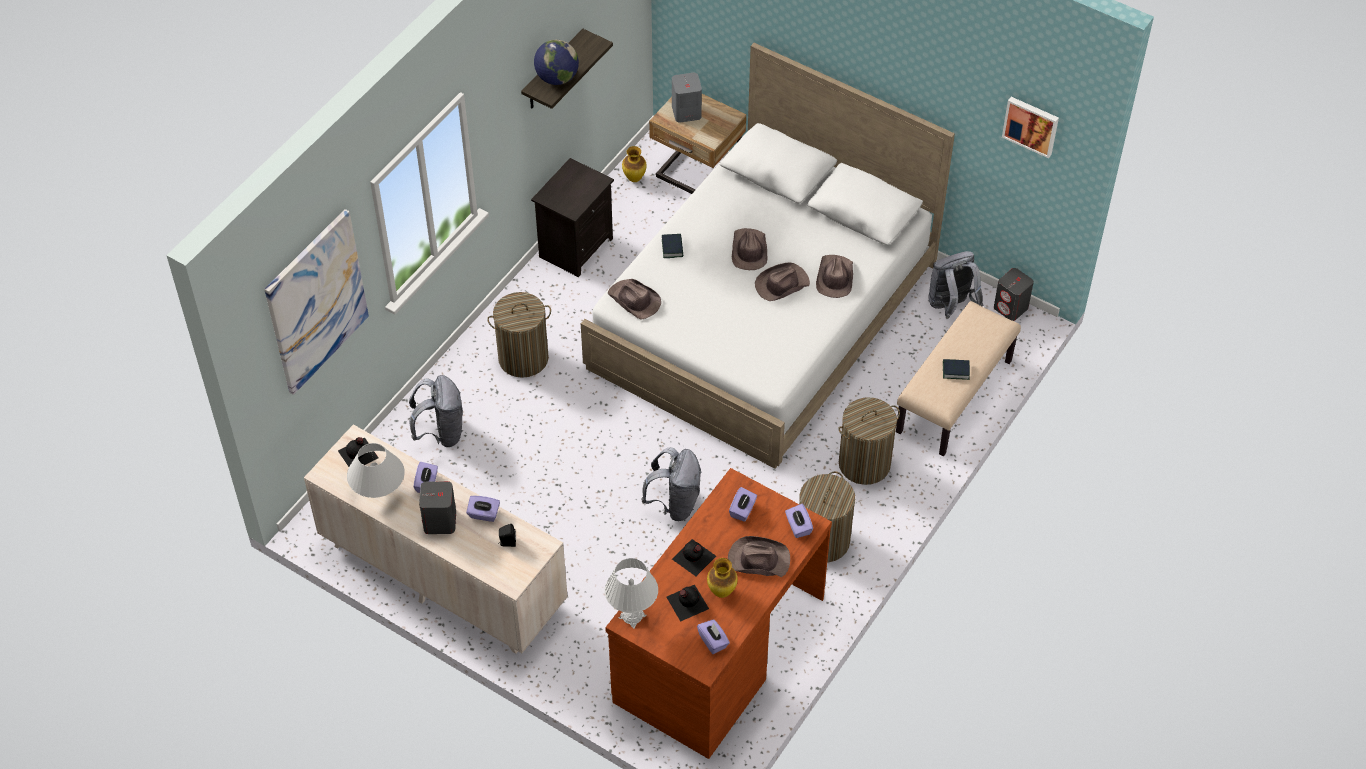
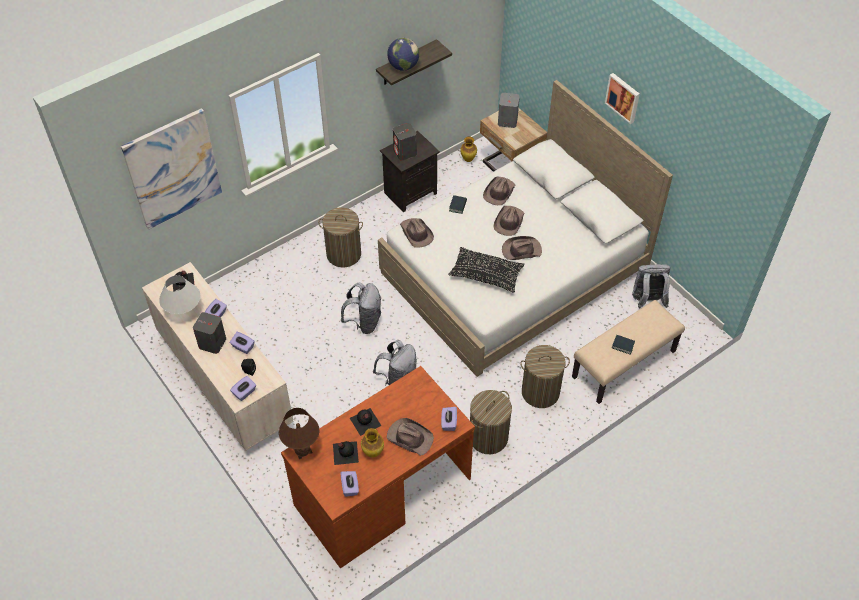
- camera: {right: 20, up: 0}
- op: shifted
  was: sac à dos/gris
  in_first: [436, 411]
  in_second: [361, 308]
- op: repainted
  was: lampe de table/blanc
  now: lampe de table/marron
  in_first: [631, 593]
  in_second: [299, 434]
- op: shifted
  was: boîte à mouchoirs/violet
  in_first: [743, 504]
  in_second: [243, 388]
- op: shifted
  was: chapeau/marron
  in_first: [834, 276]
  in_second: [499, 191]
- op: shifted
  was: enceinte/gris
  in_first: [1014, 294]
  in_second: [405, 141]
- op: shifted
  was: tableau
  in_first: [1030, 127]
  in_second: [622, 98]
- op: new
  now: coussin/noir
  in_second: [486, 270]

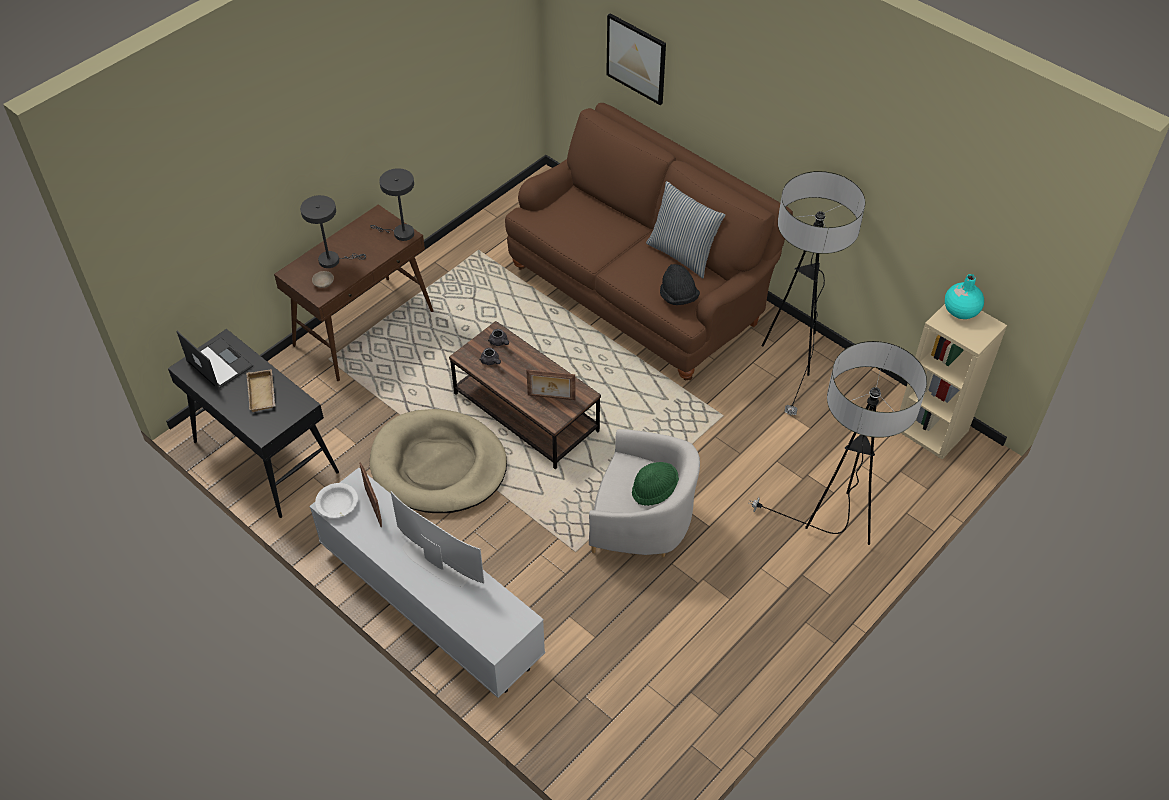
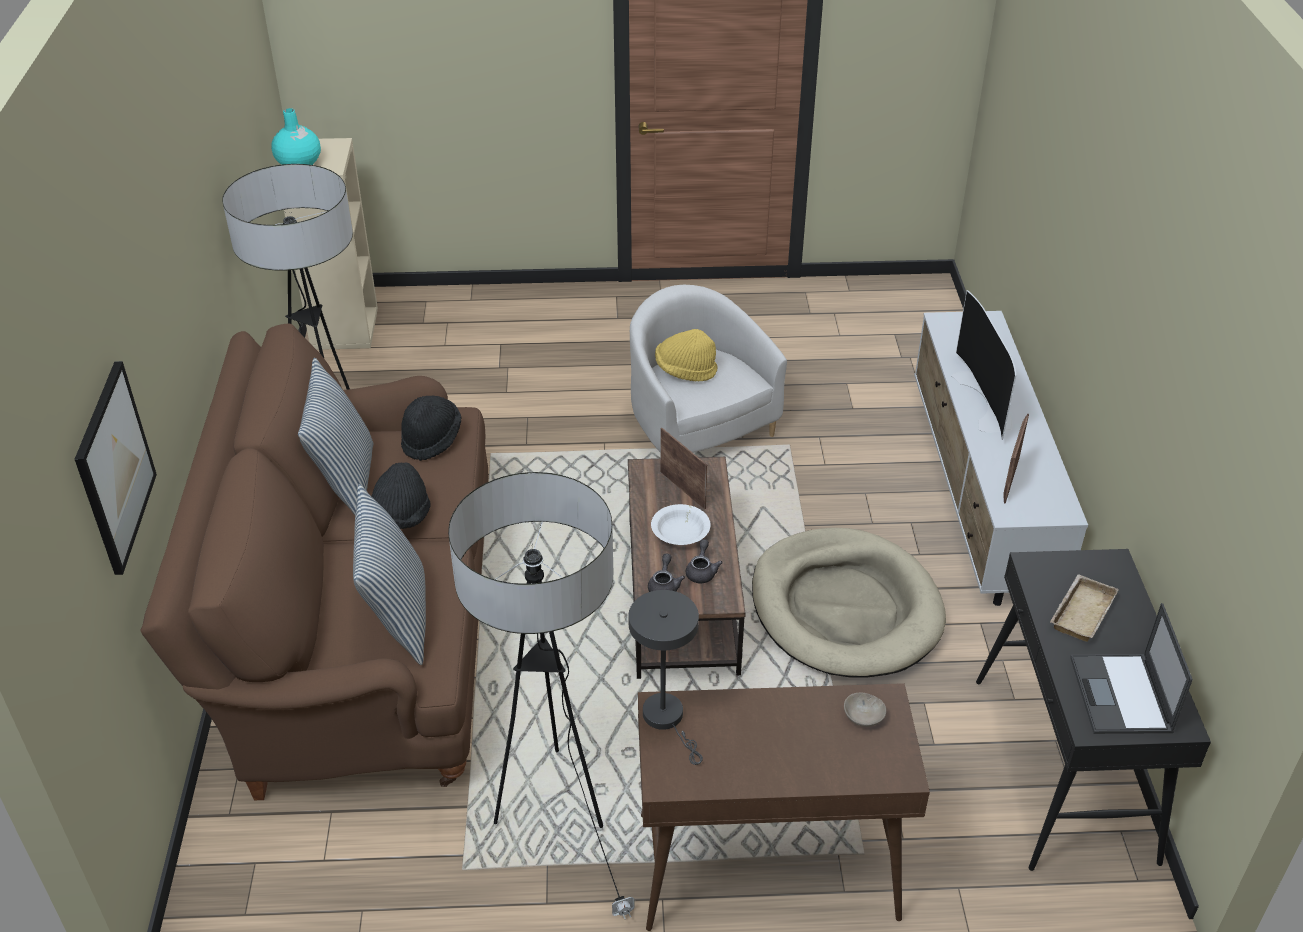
- camera: {right: -135, up: -10}
- op: gone
  was: lampe de table/gris
  in_first: [333, 231]
- op: shifted
  was: bol/blanc
  in_first: [336, 500]
  in_second: [681, 524]
- op: repainted
  was: chapeau/vert
  now: chapeau/jaune
  in_first: [655, 484]
  in_second: [686, 355]
- op: shifted
  was: lampadaire
  in_first: [838, 443]
  in_second: [541, 695]
- op: new
  now: coussin
  in_second: [389, 574]
- op: new
  now: chapeau/noir
  in_second: [400, 495]

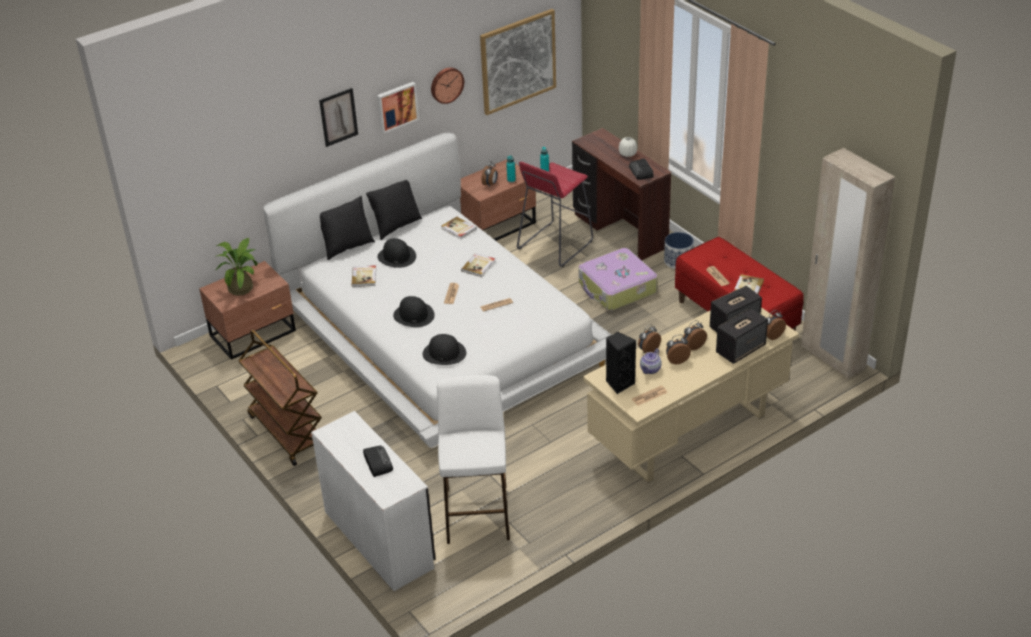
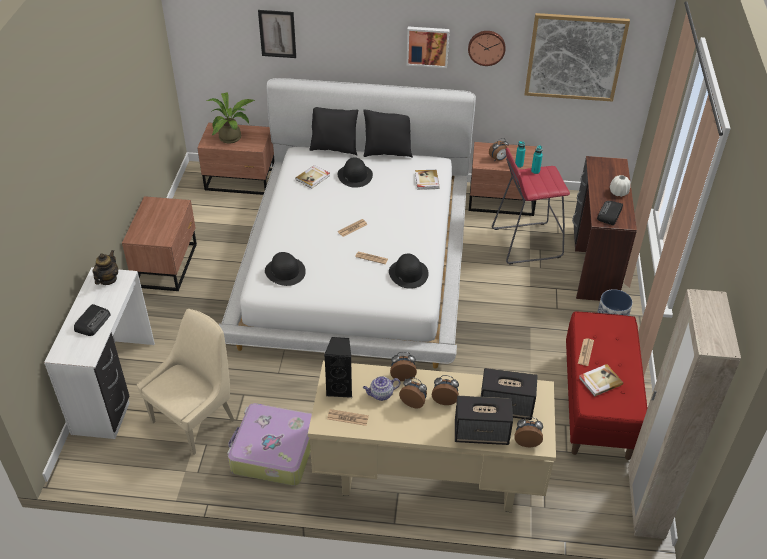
- camera: {right: 40, up: 5}
- op: swapped
  was: chariot/marron
  now: table de chevet/marron
  in_first: [280, 397]
  in_second: [159, 243]
- op: shifted
  was: tableau
  in_first: [338, 117]
  in_second: [277, 34]
- op: shifted
  was: chapeau/noir
  in_first: [414, 311]
  in_second: [409, 271]
- op: swapped
  was: tabouret/blanc
  now: chaise/beige
  in_first: [473, 459]
  in_second: [186, 382]
- op: gone
  was: livre
  in_first: [478, 265]
- op: shifted
  was: valise
  in_first: [618, 279]
  in_second: [269, 444]
- op: new
  now: théière
  in_second: [105, 267]

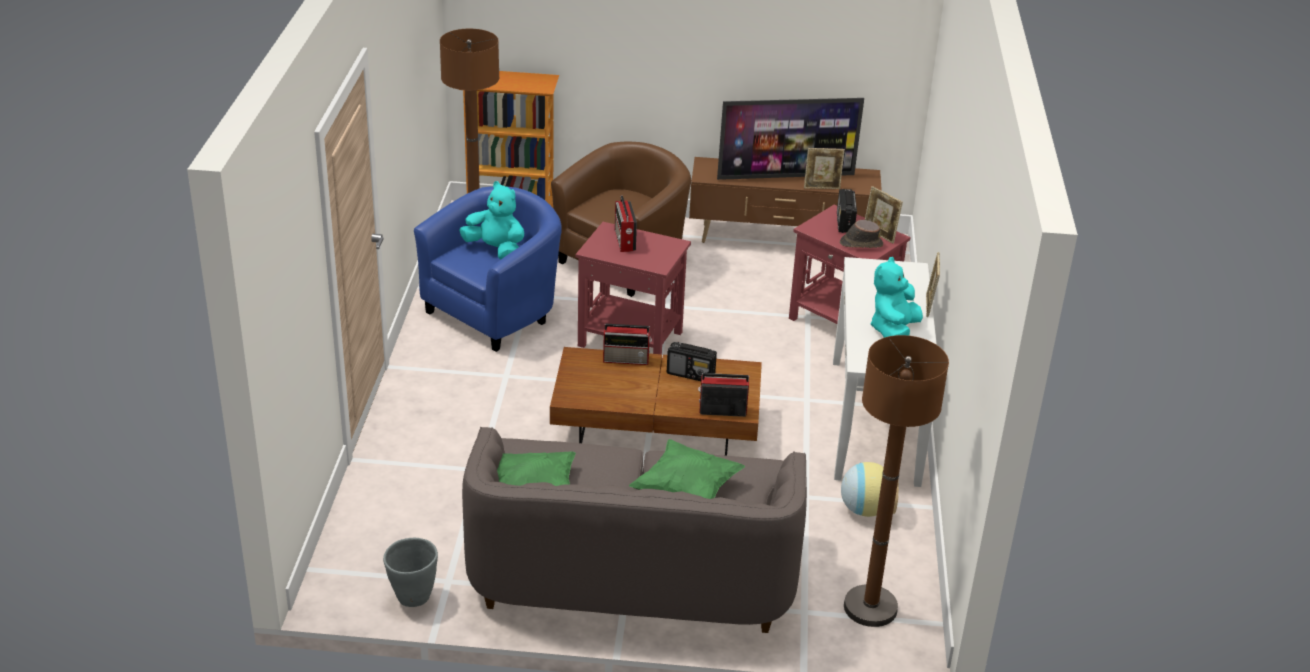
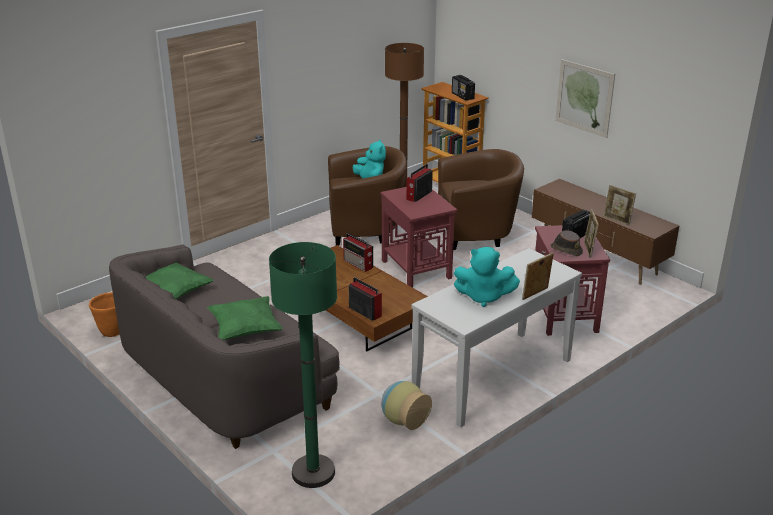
- camera: {right: 45, up: -5}
- op: repainted
  was: cache-pot/gris
  now: cache-pot/orange
  in_first: [410, 572]
  in_second: [104, 314]
- op: repainted
  was: fauteuil/bleu
  now: fauteuil/marron
  in_first: [488, 269]
  in_second: [367, 196]
- op: shifted
  was: radio
  in_first: [692, 361]
  in_second: [463, 88]
- op: gone
  was: téléviseur
  in_first: [790, 139]
- op: repainted
  was: lampadaire/marron
  now: lampadaire/vert
  in_first: [896, 481]
  in_second: [303, 365]
- op: rotated
  was: peluche/turquoise
  in_first: [897, 297]
  in_second: [487, 277]
  clockwise: -150
- op: new
  now: tableau
  in_second: [585, 98]

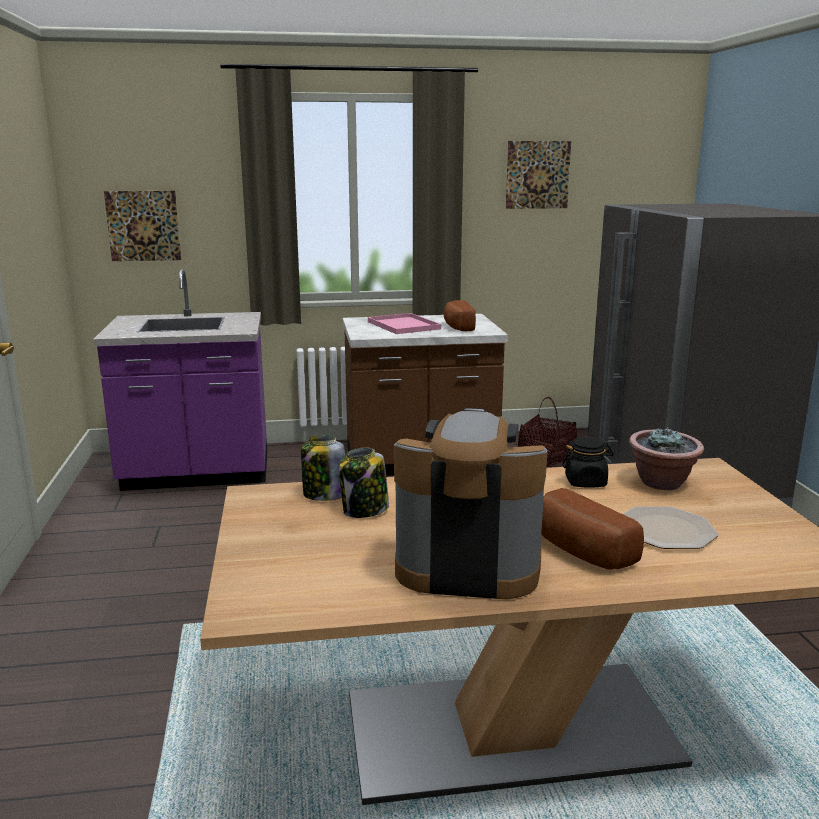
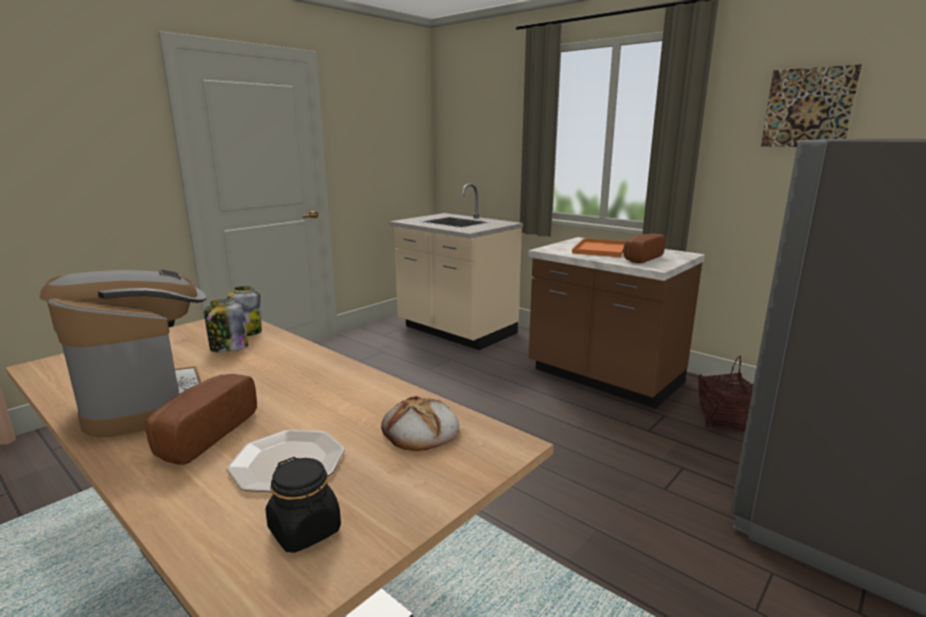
- camera: {right: 50, up: 0}
- op: repainted
  was: comptoir de cuisine/violet
  now: comptoir de cuisine/beige
  in_first: [180, 380]
  in_second: [456, 266]
- op: gone
  was: tableau
  in_first: [142, 226]
- op: repainted
  was: plateau/rose
  now: plateau/orange
  in_first: [404, 323]
  in_second: [599, 247]
- op: shifted
  was: bocal/noir
  in_first: [588, 462]
  in_second: [303, 505]
- op: swapped
  was: plante en pot
  now: pain
  in_first: [666, 458]
  in_second: [420, 423]

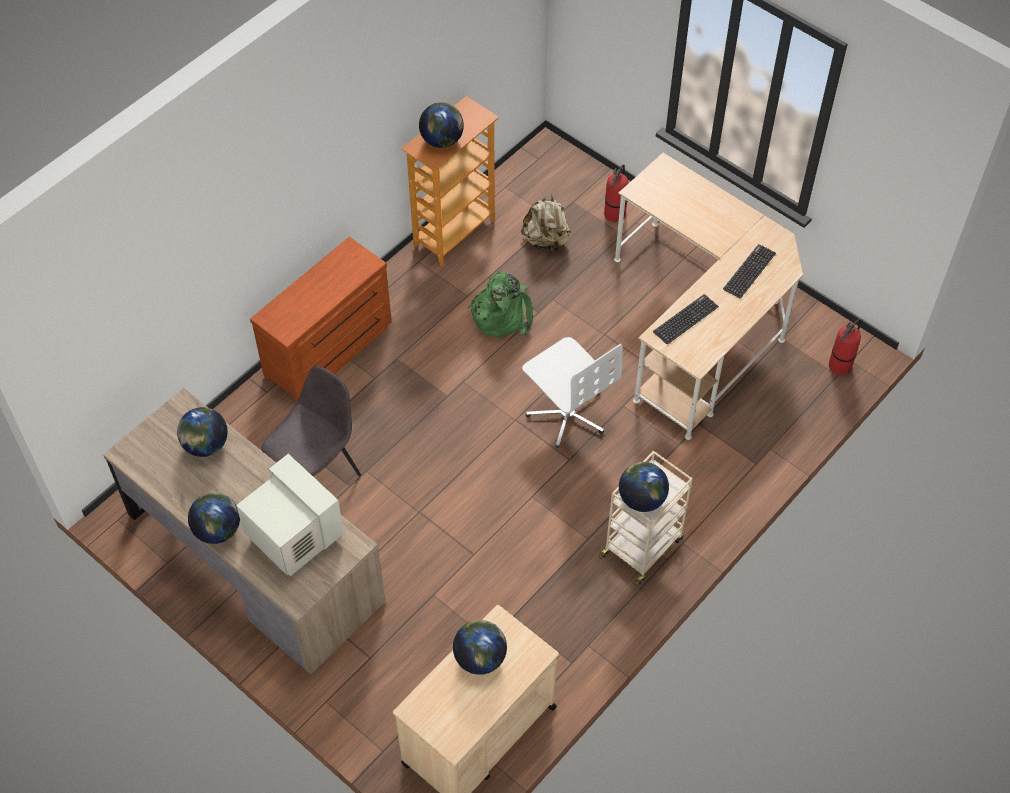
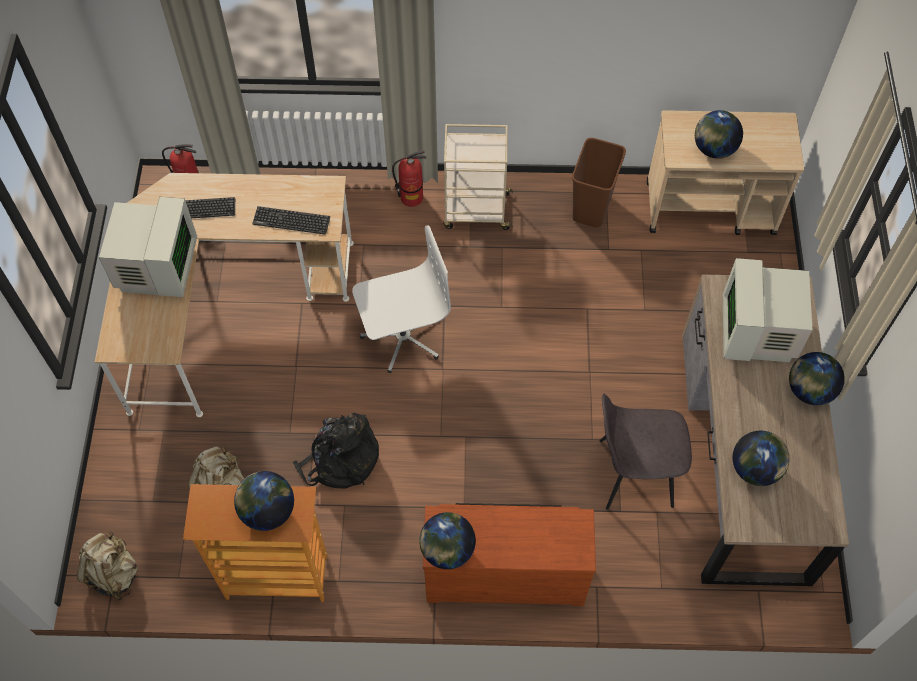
- camera: {right: -130, up: 5}
- op: repainted
  was: sac à dos/vert
  now: sac à dos/noir
  in_first: [500, 304]
  in_second: [336, 451]
- op: rotated
  was: chaise de bureau/blanc
  in_first: [572, 392]
  in_second: [401, 299]
  clockwise: 60
- op: shifted
  was: extincteur
  in_first: [616, 193]
  in_second: [409, 178]
- op: shifted
  was: globe
  in_first: [644, 487]
  in_second: [447, 540]
- op: new
  now: sac à dos/beige
  in_second: [107, 565]
- op: new
  now: écran d'ordinateur
  in_second: [148, 247]
- op: new
  now: poubelle/marron
  in_second: [599, 182]

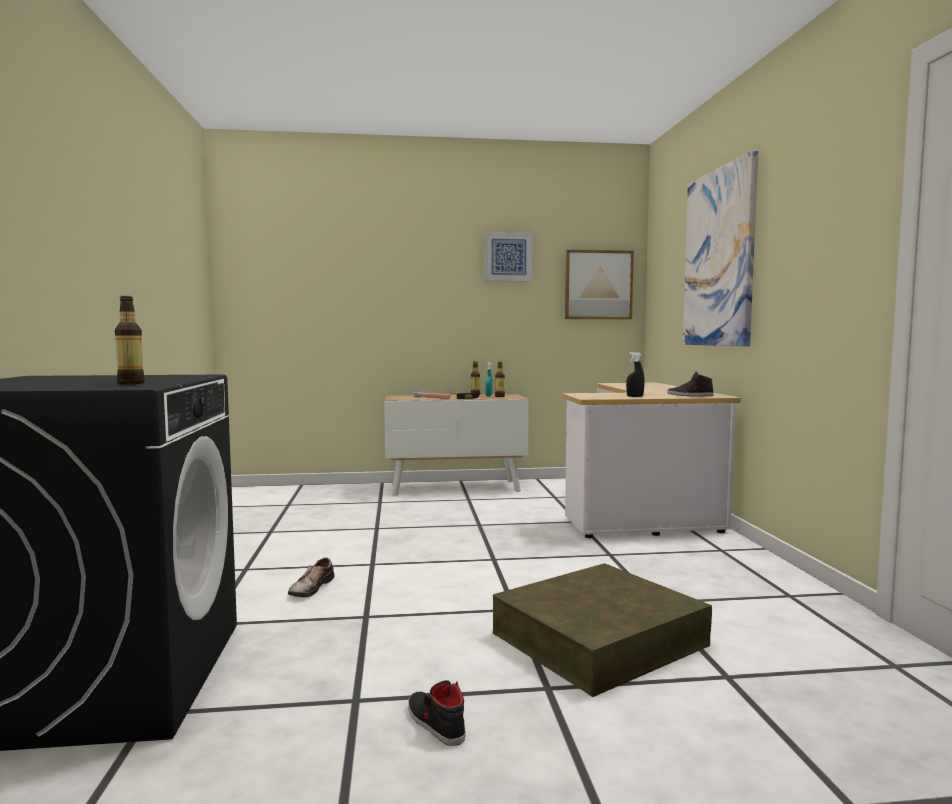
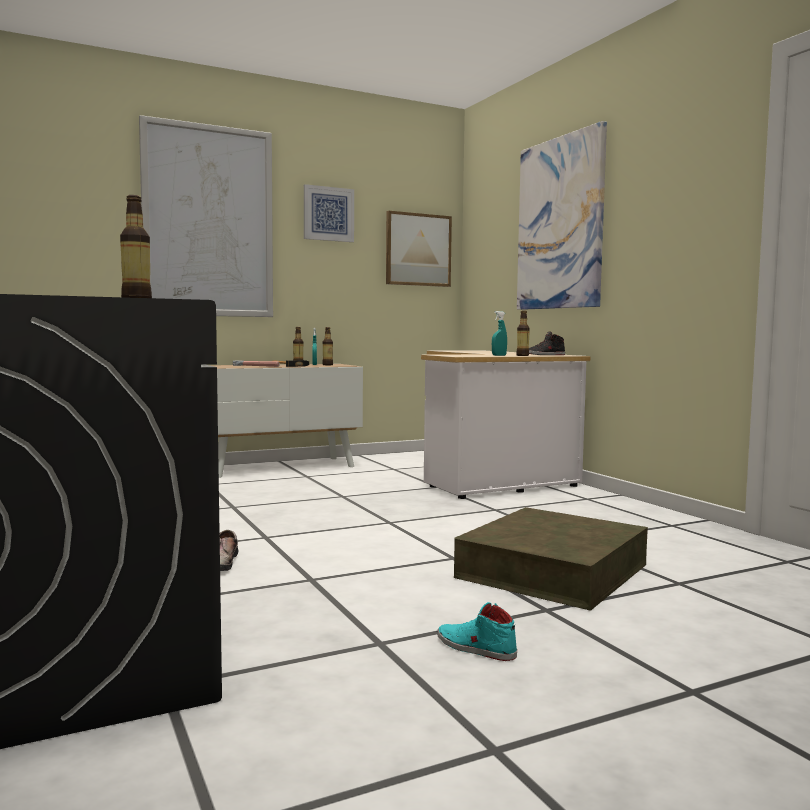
- camera: {right: -20, up: 0}
- op: repainted
  was: chaussure/noir
  now: chaussure/turquoise
  in_first: [436, 713]
  in_second: [477, 631]
- op: repainted
  was: vaporisateur/noir
  now: vaporisateur/turquoise
  in_first: [635, 374]
  in_second: [499, 333]
- op: new
  now: tableau
  in_second: [206, 216]
- op: new
  now: bouteille
  in_second: [523, 333]

